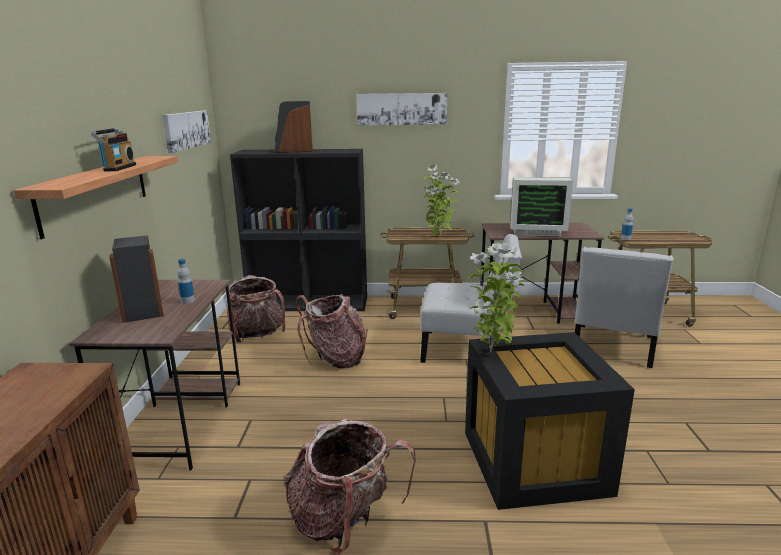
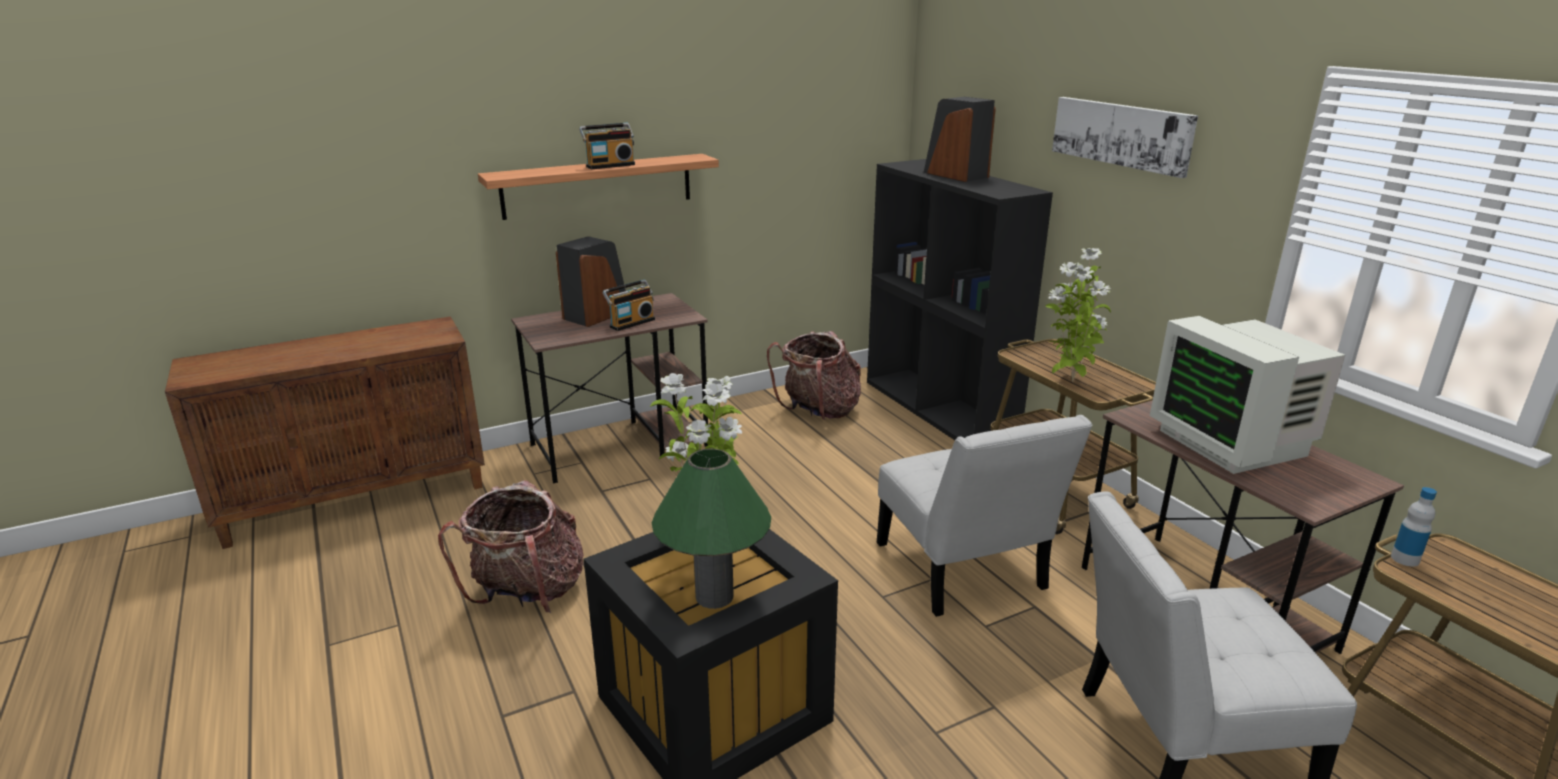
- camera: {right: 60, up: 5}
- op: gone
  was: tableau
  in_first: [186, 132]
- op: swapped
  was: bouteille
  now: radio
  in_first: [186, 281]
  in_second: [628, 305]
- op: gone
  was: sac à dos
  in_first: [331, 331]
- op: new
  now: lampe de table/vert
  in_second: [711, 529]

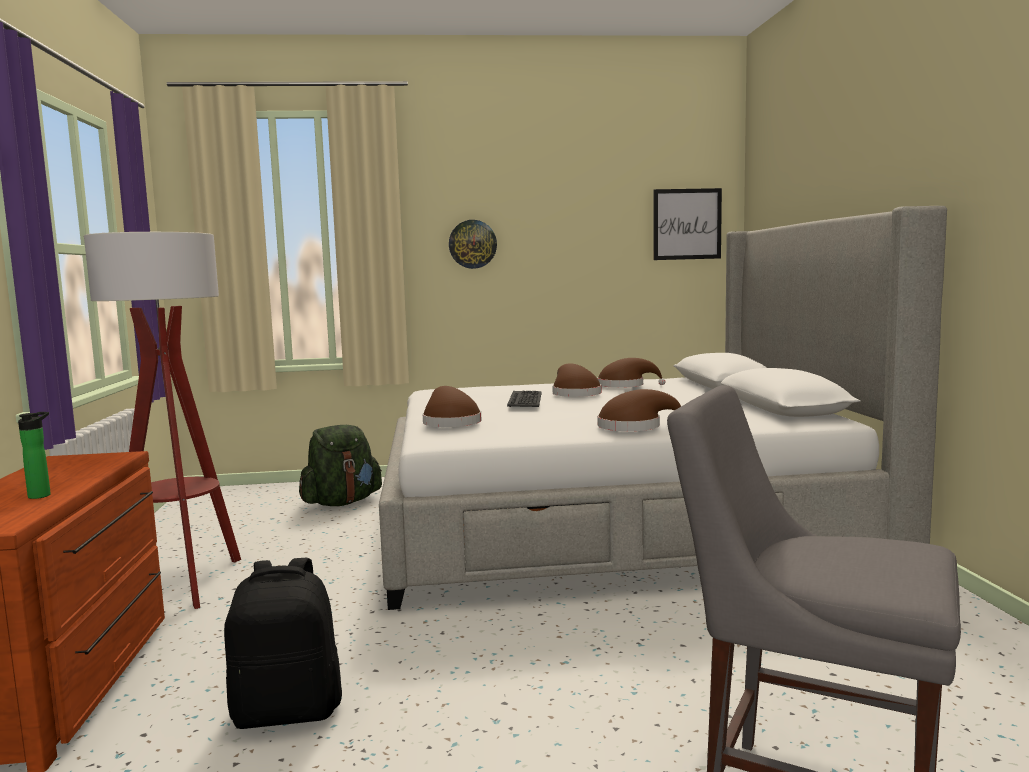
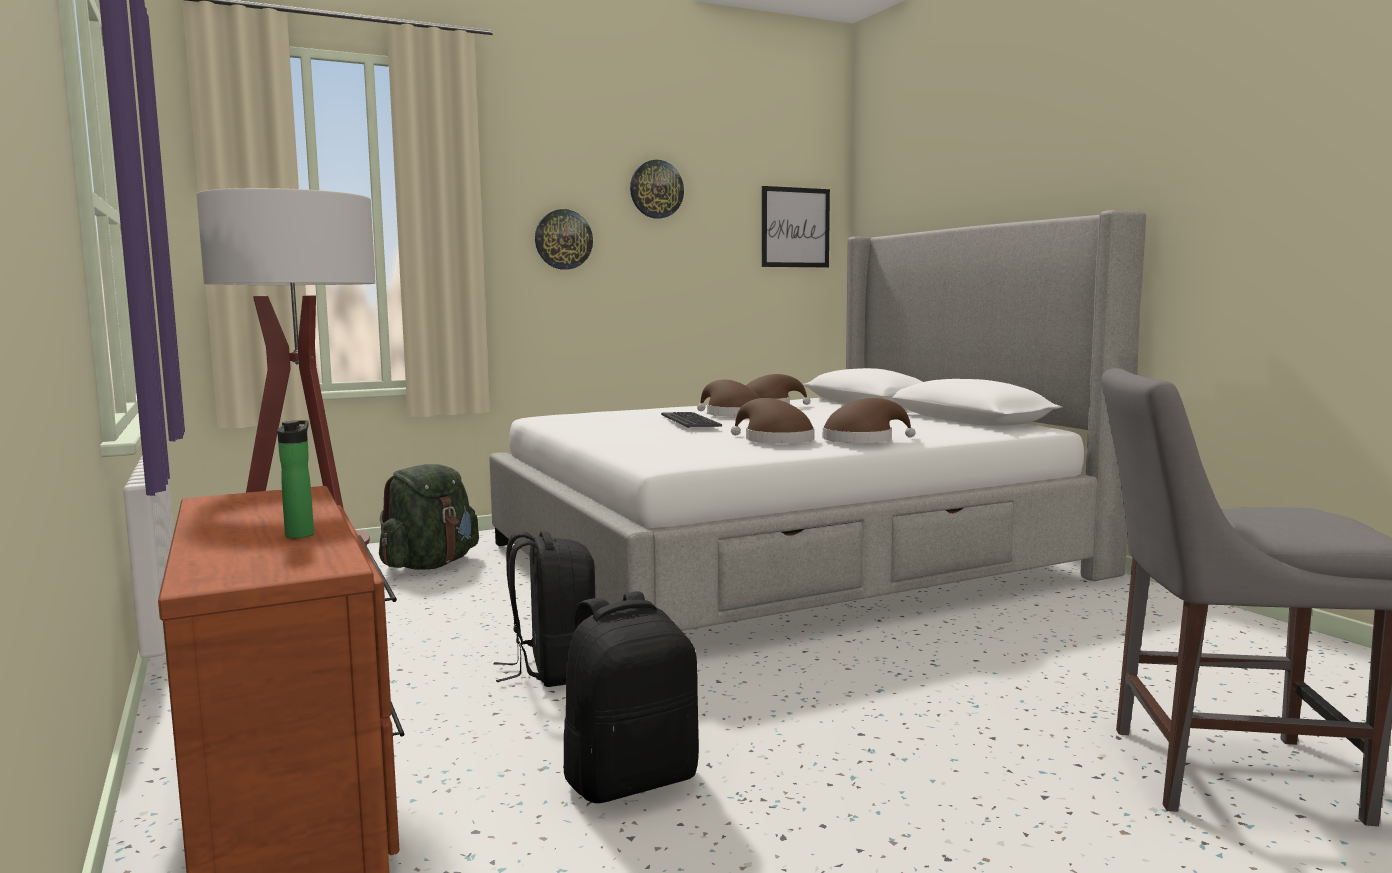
- camera: {right: -20, up: 0}
- op: shifted
  was: chapeau/marron
  in_first: [452, 406]
  in_second: [773, 421]
- op: new
  now: sac à dos/noir
  in_second: [544, 609]
- op: new
  now: horloge murale
  in_second: [657, 189]

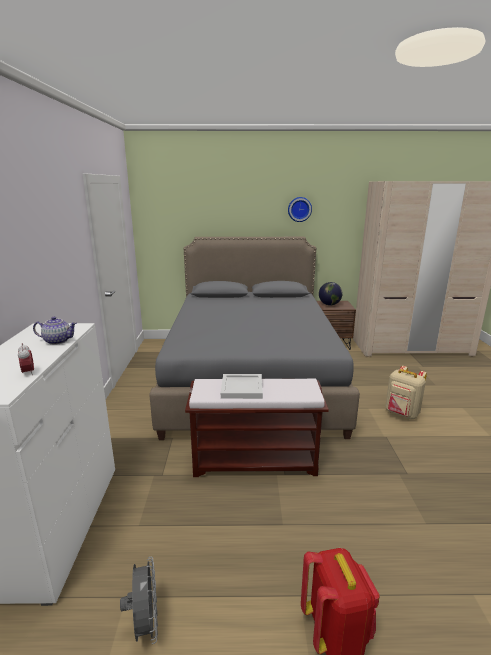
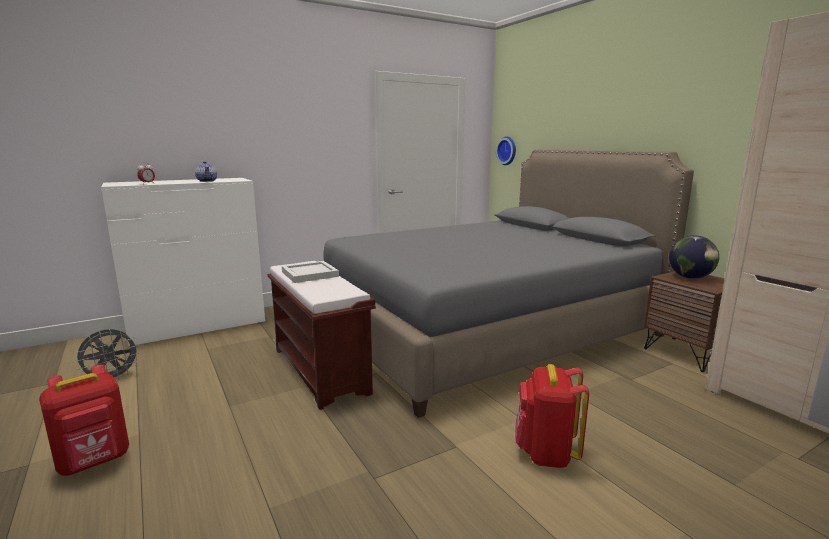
- camera: {right: 60, up: -5}
- op: shifted
  was: horloge murale
  in_first: [300, 209]
  in_second: [506, 150]
- op: repainted
  was: sac à dos/beige
  now: sac à dos/rouge
  in_first: [406, 392]
  in_second: [552, 416]

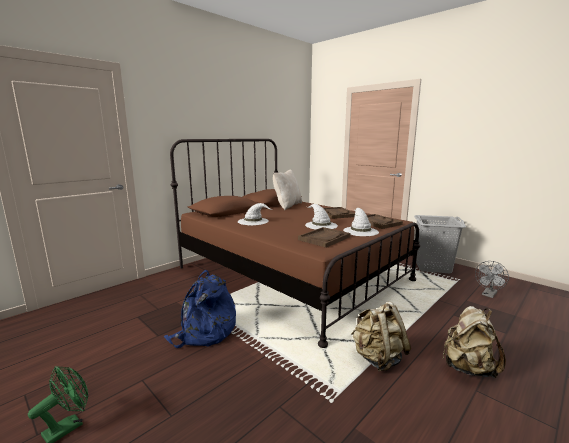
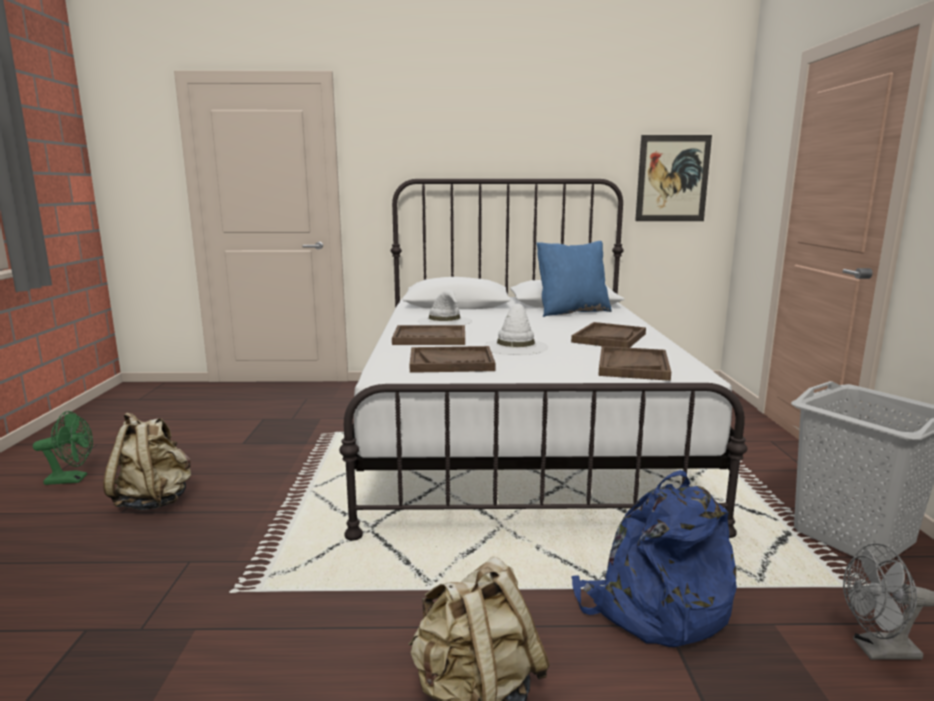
- camera: {right: 45, up: 0}
- op: shifted
  was: sac à dos/bleu
  in_first: [200, 309]
  in_second: [654, 558]
- op: repainted
  was: lit/marron
  now: lit/blanc
  in_first: [295, 243]
  in_second: [543, 360]
- op: repainted
  was: coussin/beige
  now: coussin/bleu
  in_first: [287, 190]
  in_second: [574, 279]
- op: gone
  was: chapeau/blanc
  in_first: [361, 222]
- op: shifted
  was: sac à dos/beige
  in_first: [381, 336]
  in_second: [147, 461]
- op: new
  now: plateau/marron
  in_second: [428, 335]
- op: new
  now: tableau
  in_second: [673, 178]

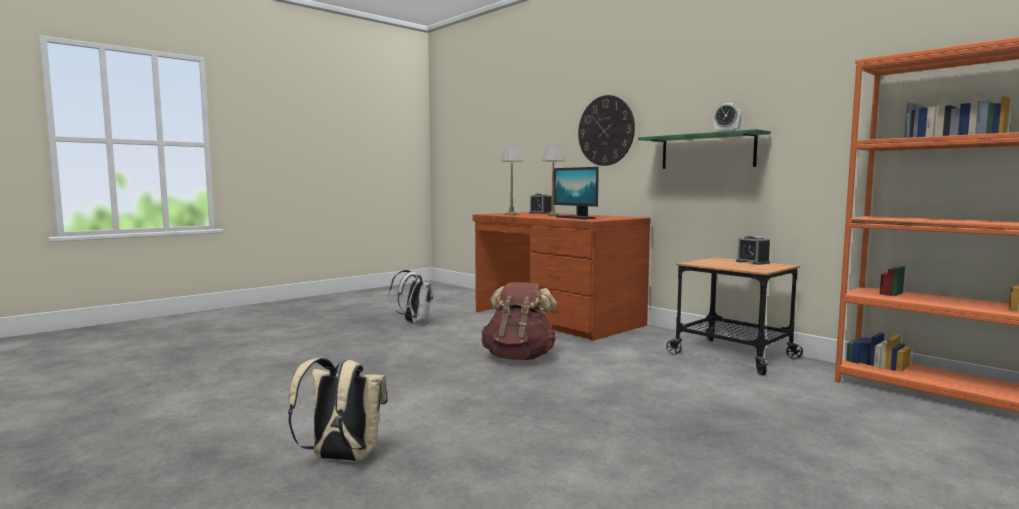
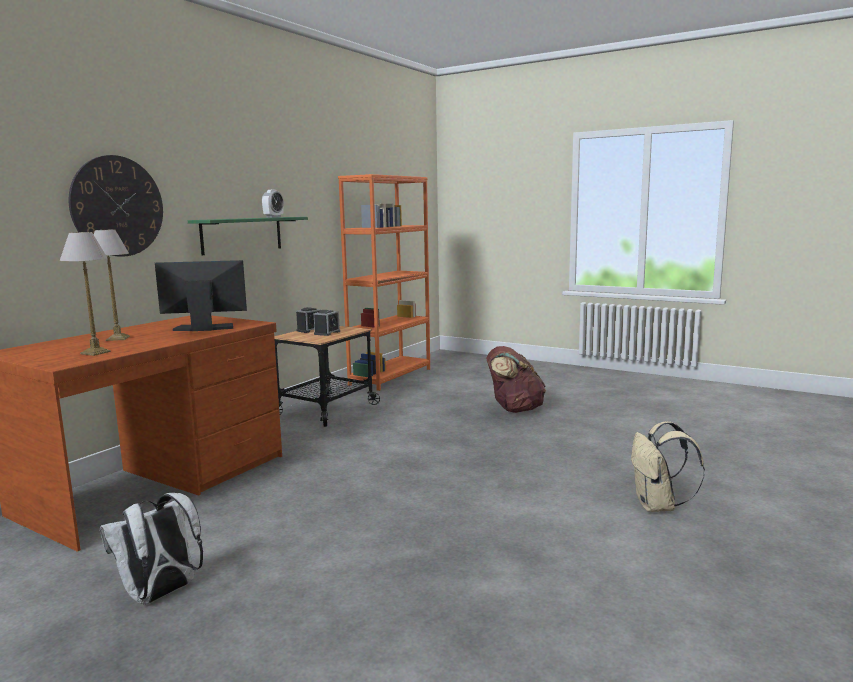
- camera: {right: -105, up: 5}
- op: shifted
  was: sac à dos/marron
  in_first: [519, 321]
  in_second: [516, 379]
- op: shifted
  was: réveil
  in_first: [540, 204]
  in_second: [327, 323]
- op: rotated
  was: écran d'ordinateur
  in_first: [576, 193]
  in_second: [201, 295]
  clockwise: -135

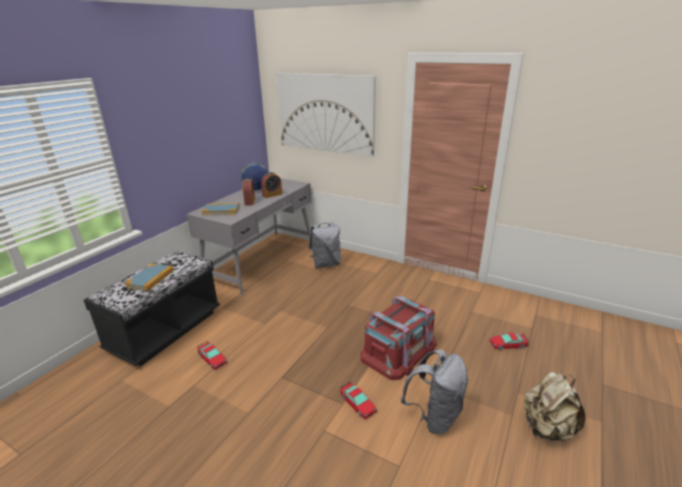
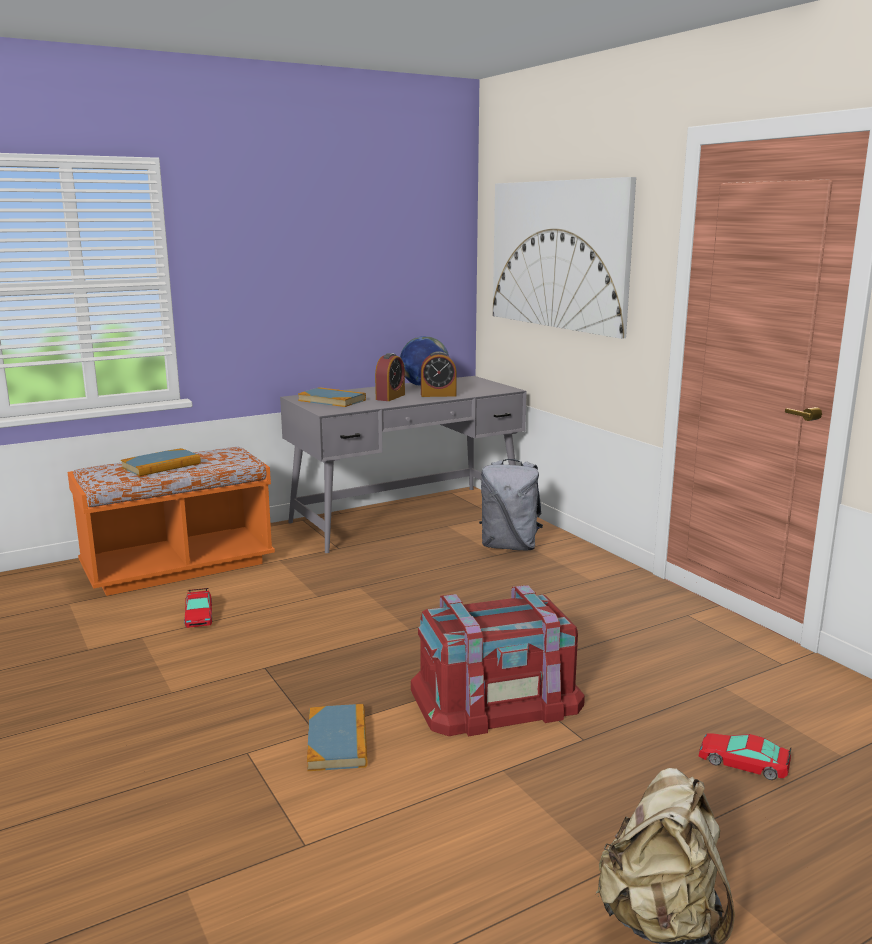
- camera: {right: 30, up: -10}
- op: repainted
  was: banc/noir
  now: banc/orange
  in_first: [152, 308]
  in_second: [171, 521]
- op: swapped
  was: petite voiture
  now: livre
  in_first: [358, 400]
  in_second: [337, 737]
- op: gone
  was: sac à dos/gris
  in_first: [434, 392]

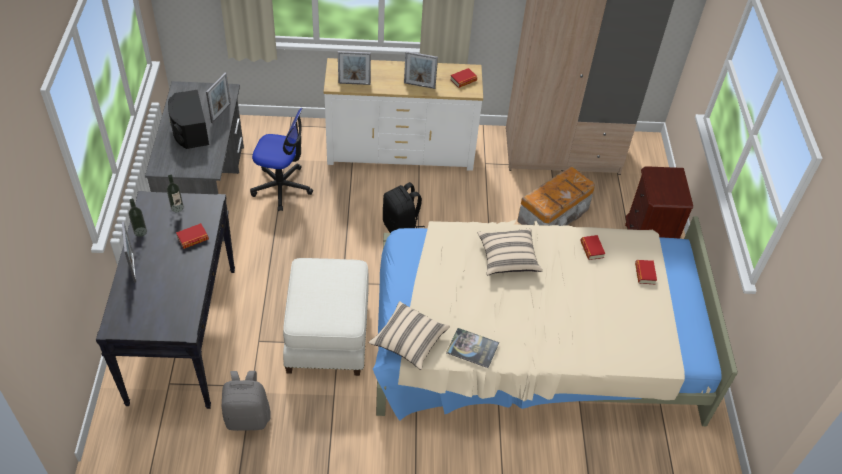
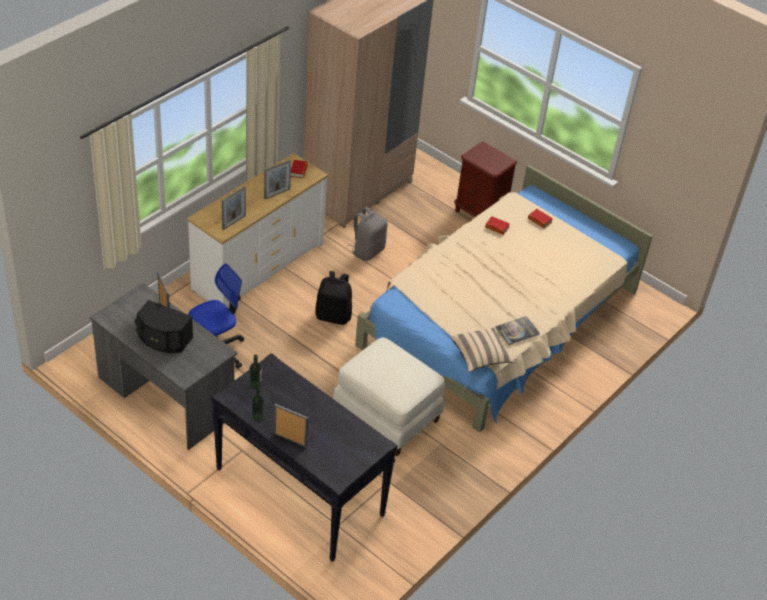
- camera: {right: -50, up: -5}
- op: gone
  was: livre
  in_first: [192, 236]
- op: shifted
  was: sac à dos/gris
  in_first: [246, 401]
  in_second: [368, 234]
- op: gone
  was: coussin/beige
  in_first: [510, 252]
- op: gone
  was: boîte de rangement
  in_first: [556, 196]

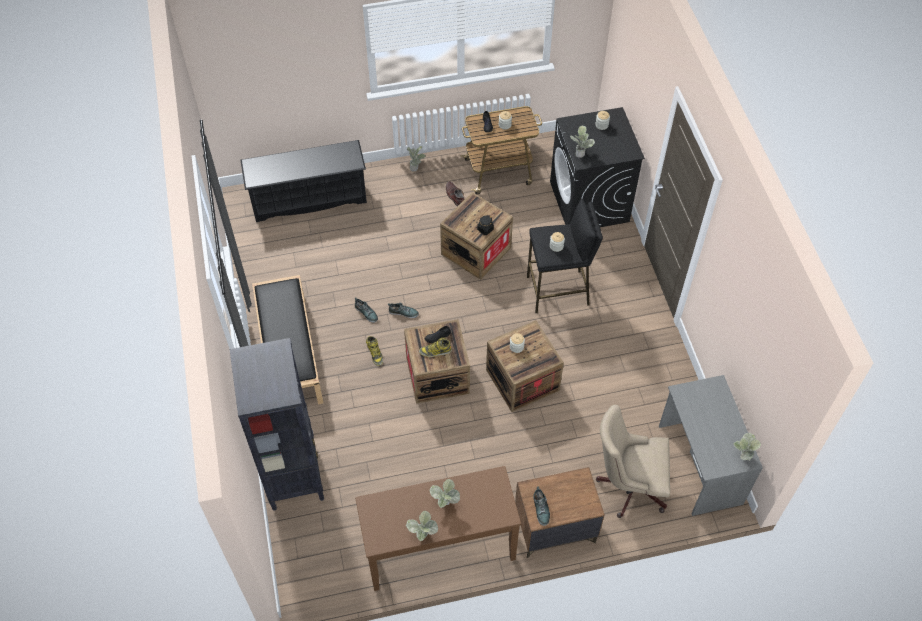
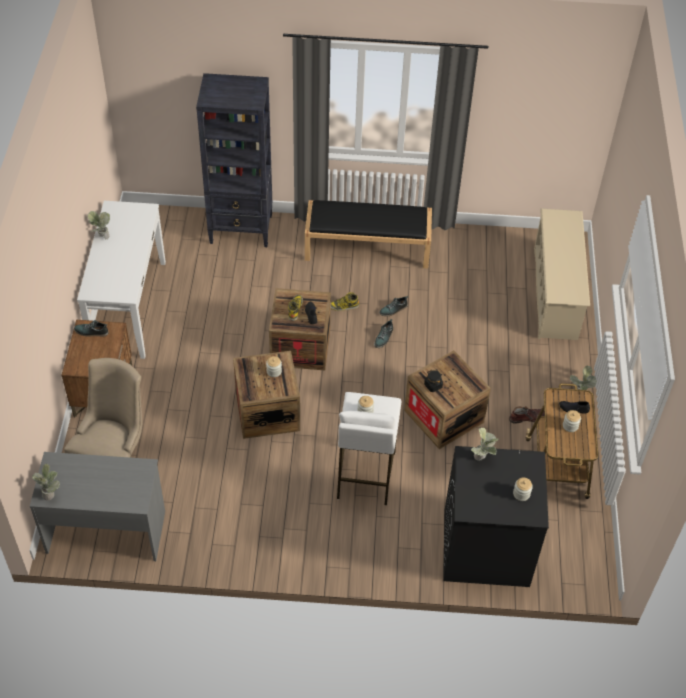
- camera: {right: 105, up: -5}
- op: repainted
  was: étagère à chaussures/noir
  now: étagère à chaussures/beige
  in_first: [304, 181]
  in_second: [562, 274]
- op: repainted
  was: table console/marron
  now: table console/blanc
  in_first: [438, 528]
  in_second: [121, 280]
- op: gone
  was: plante en pot
  in_first: [444, 493]
- op: repainted
  was: tabouret/noir
  now: tabouret/blanc
  in_first: [565, 256]
  in_second: [369, 448]

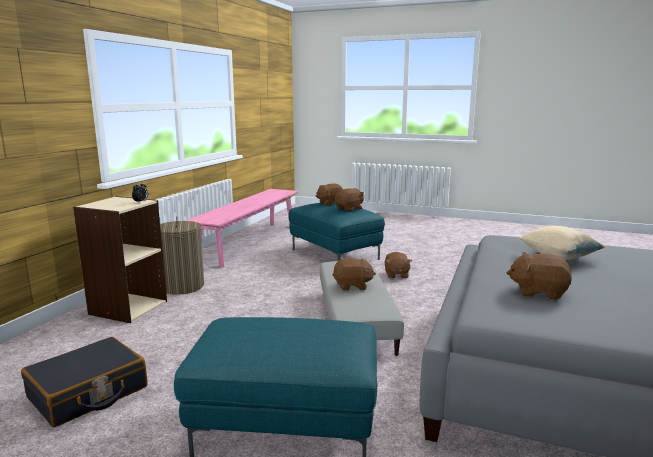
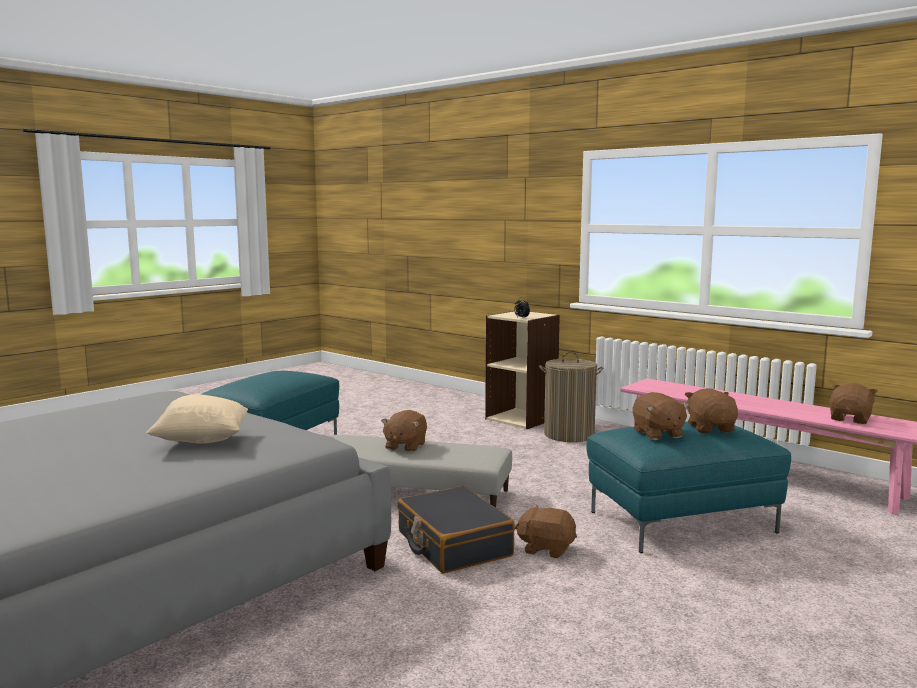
- camera: {right: 110, up: -5}
- op: shifted
  was: valise/noir
  in_first: [84, 382]
  in_second: [456, 529]
- op: shifted
  was: peluche/marron
  in_first: [539, 276]
  in_second: [854, 403]

